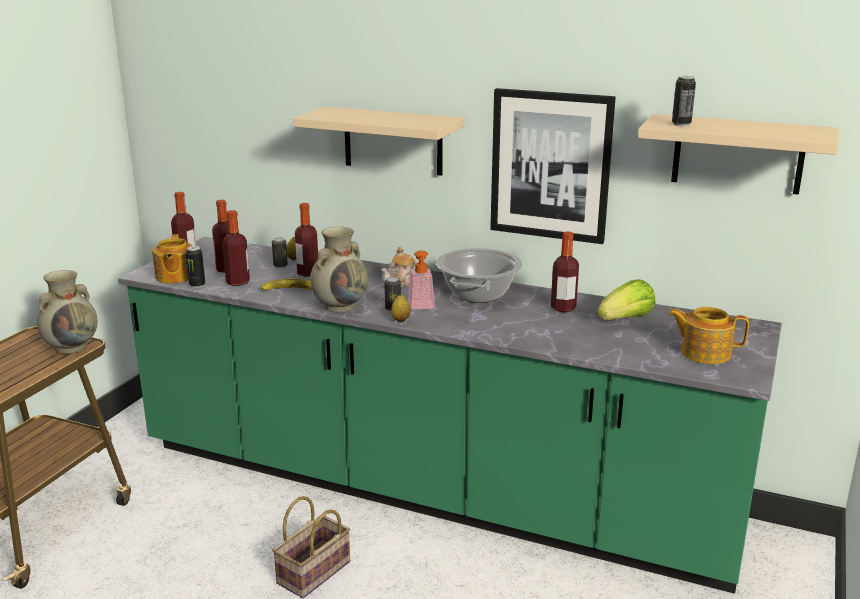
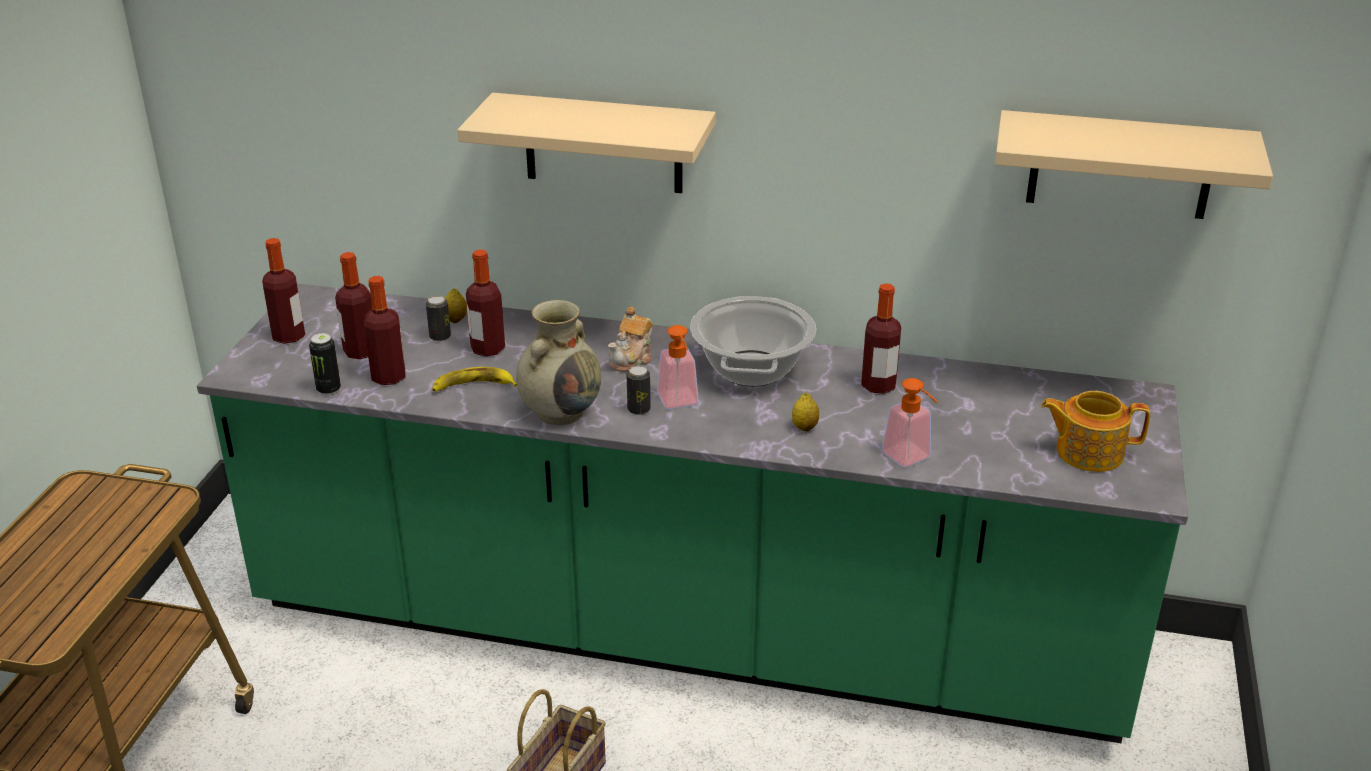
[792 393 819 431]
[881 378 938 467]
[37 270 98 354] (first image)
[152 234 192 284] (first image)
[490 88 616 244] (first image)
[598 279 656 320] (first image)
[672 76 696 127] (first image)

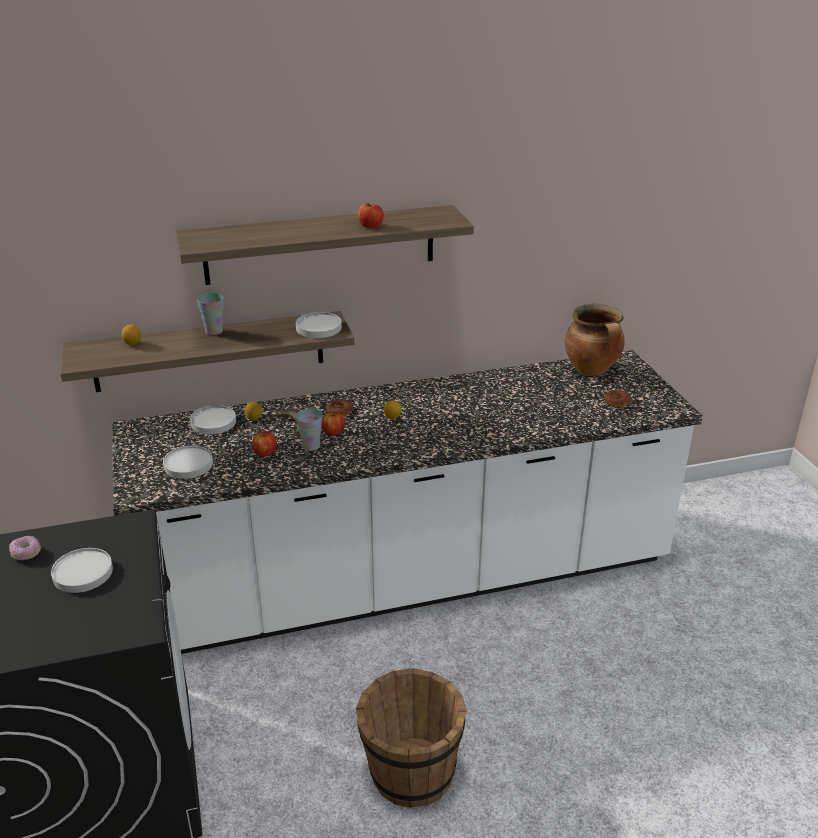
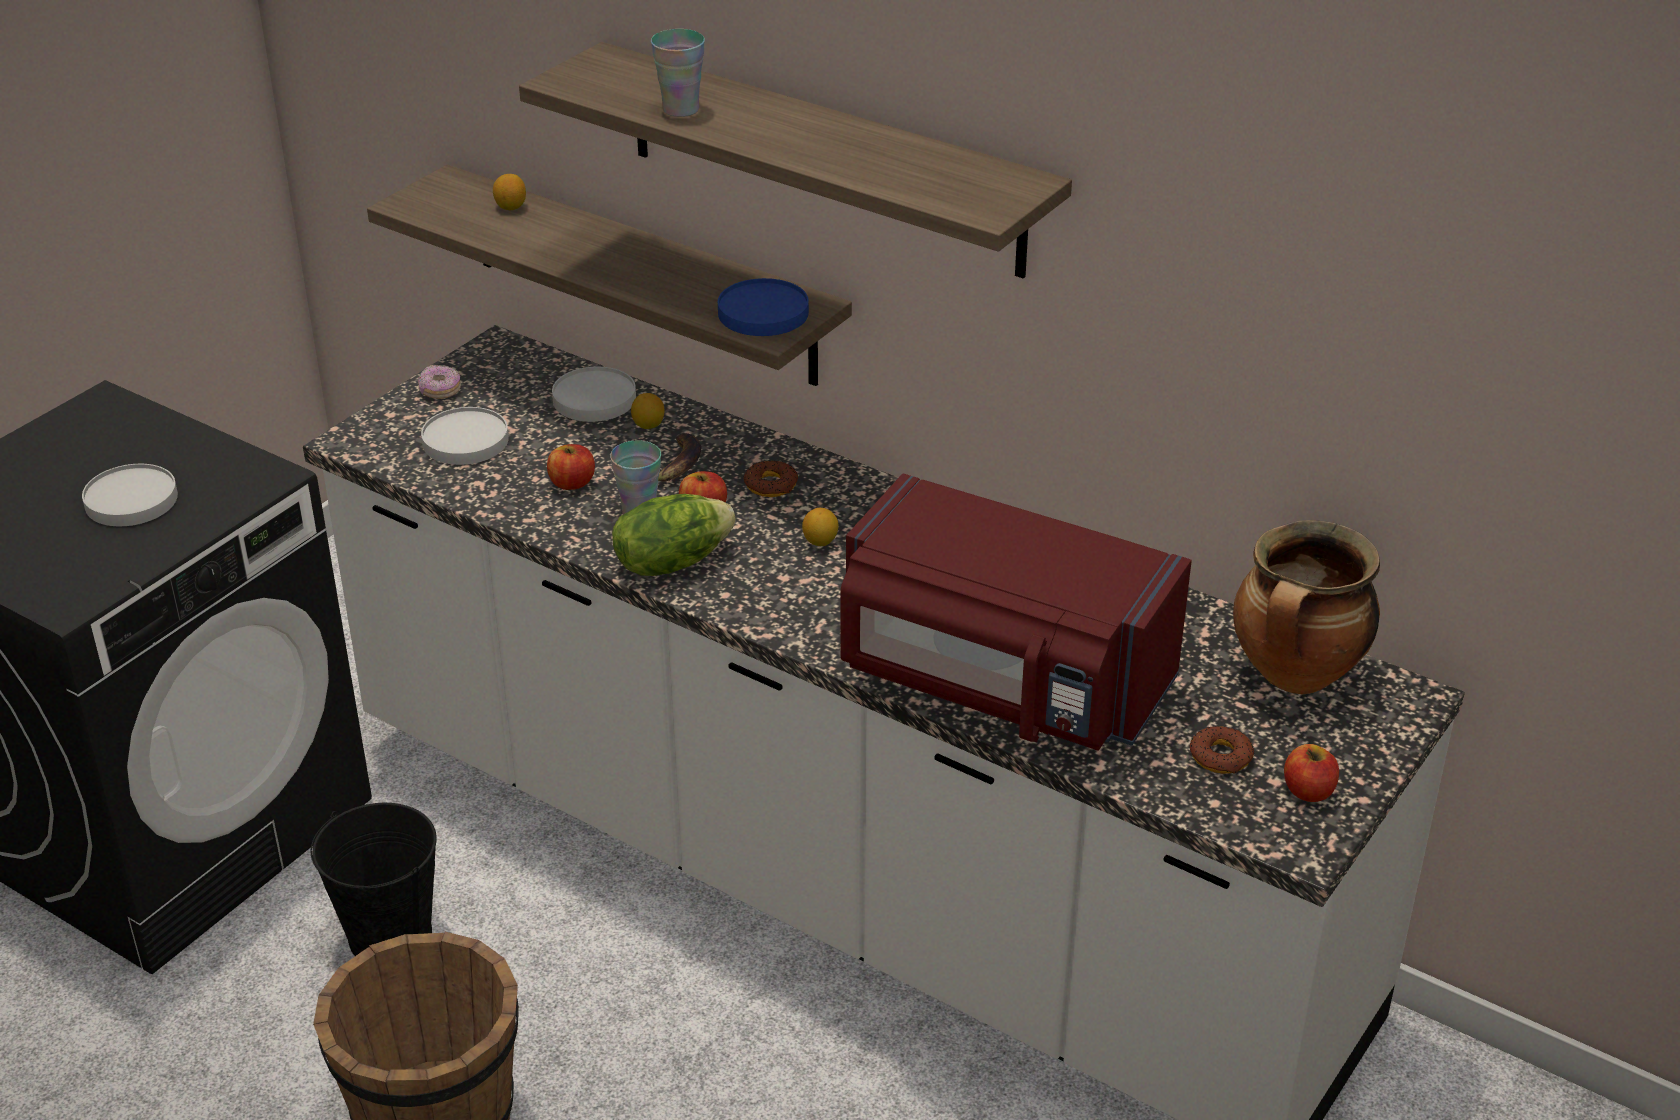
[311 803 437 956]
[418 365 461 399]
[612 494 736 576]
[651 29 705 117]
[718 278 809 336]
[840 474 1192 751]
[1284 744 1339 802]

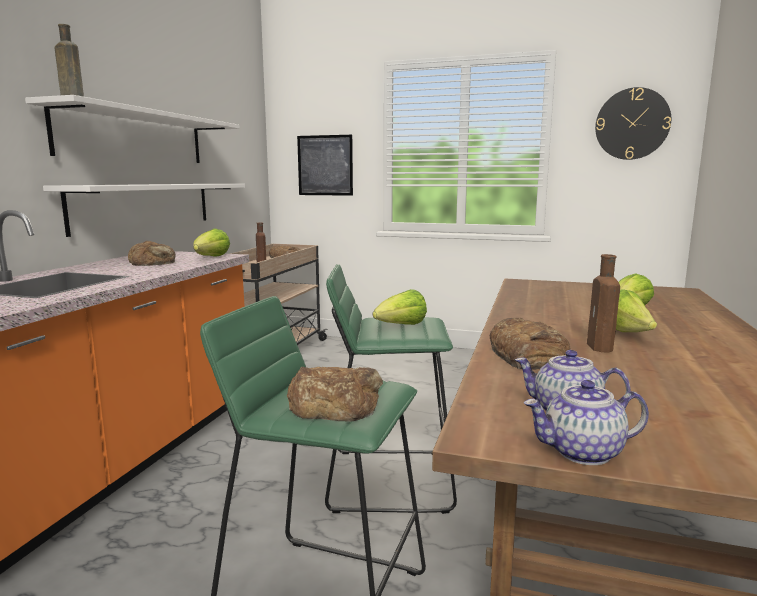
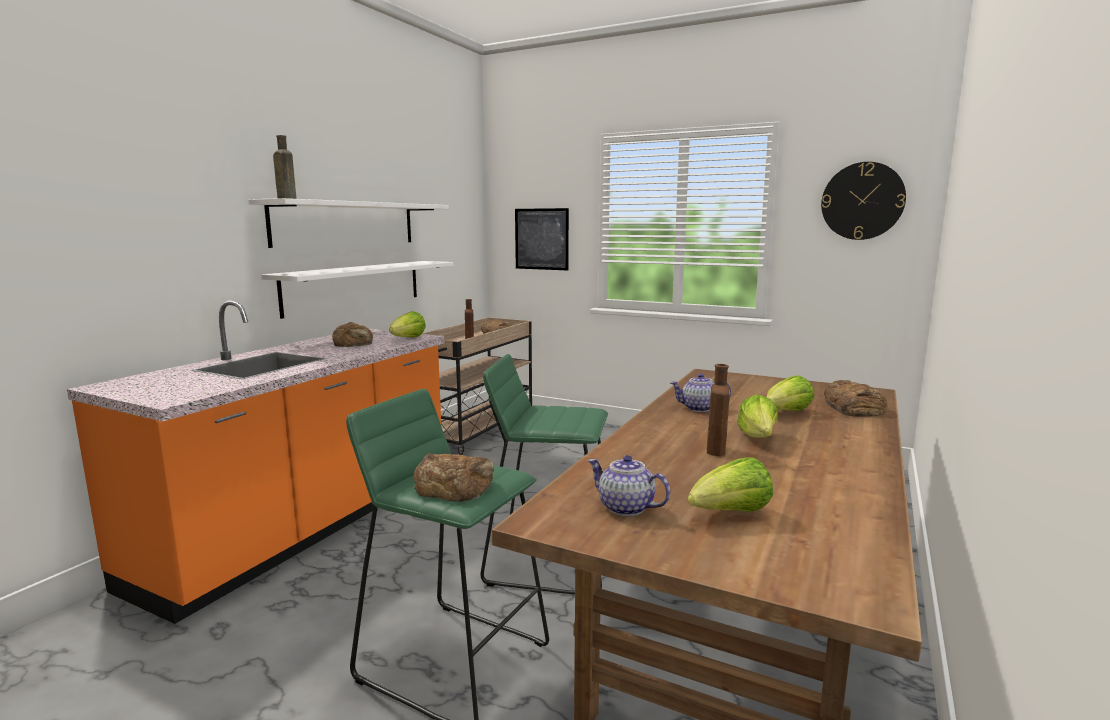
[670 373 732 412]
[688 457 773 512]
[824 380 888 417]

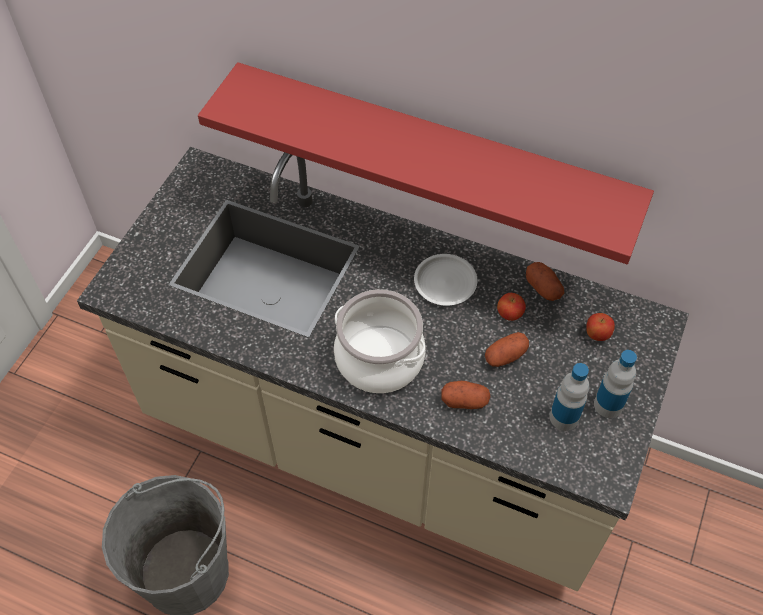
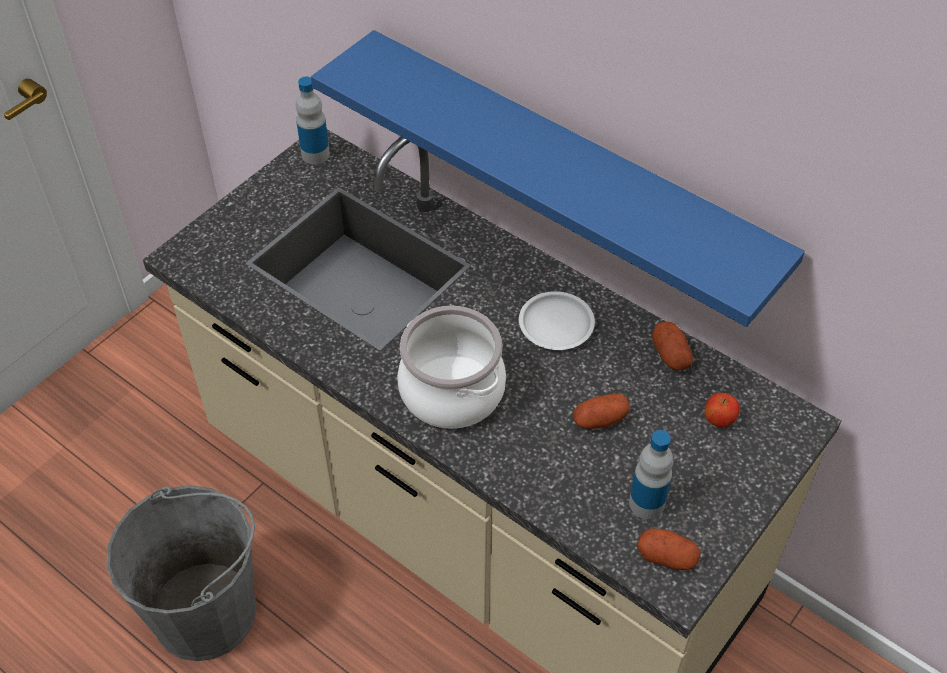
[296 76 330 164]
[311 30 805 327]
[637 528 700 570]
[497 293 526 321] (first image)

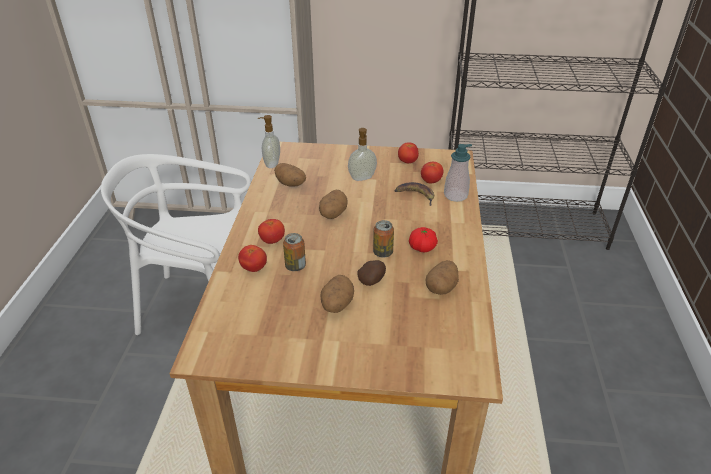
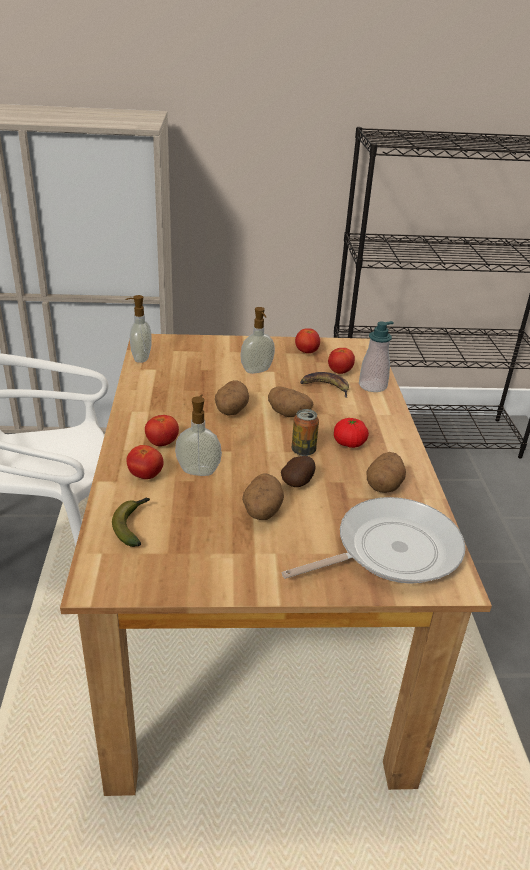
[112 498 150 547]
[175 395 222 476]
[268 386 314 417]
[282 497 465 584]

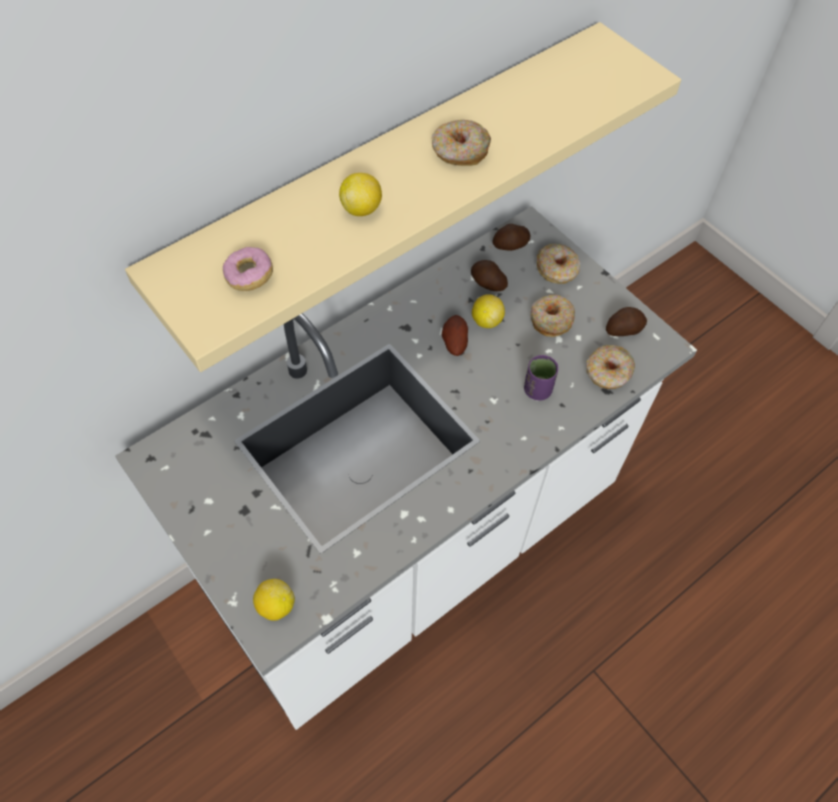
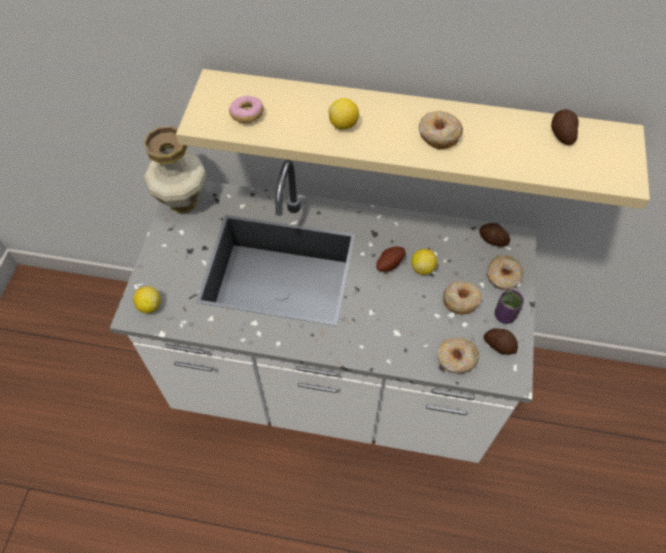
[144 126 207 213]
[495 289 524 324]
[551 109 579 145]

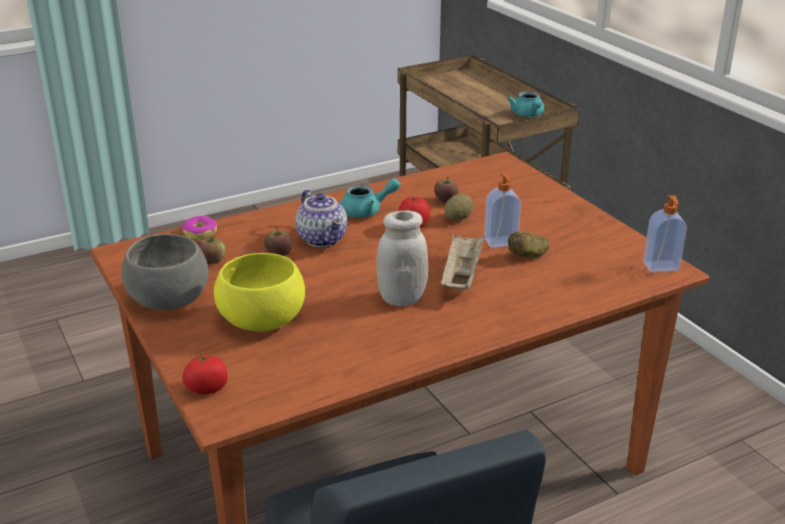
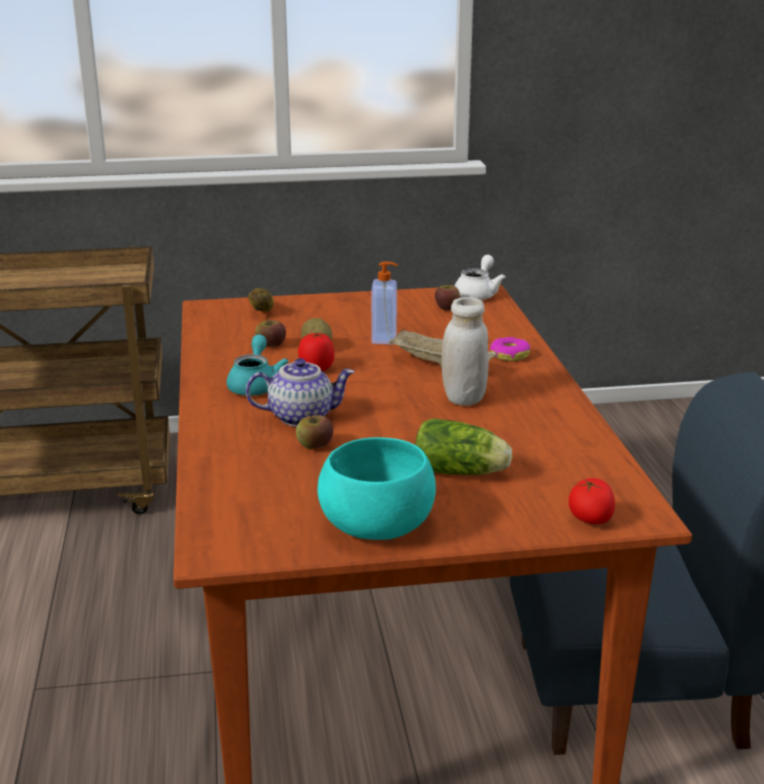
[249 288 274 312]
[318 437 436 540]
[415 418 512 475]
[435 282 460 311]
[455 255 505 300]
[490 337 530 361]
[507 91 544 117] (first image)

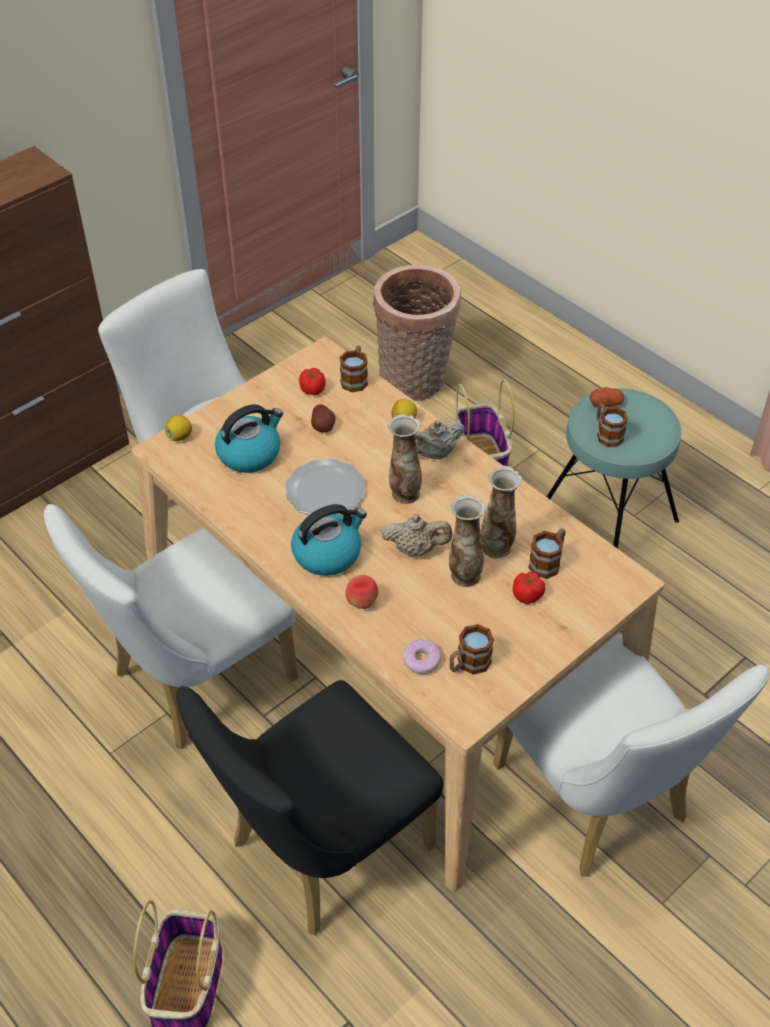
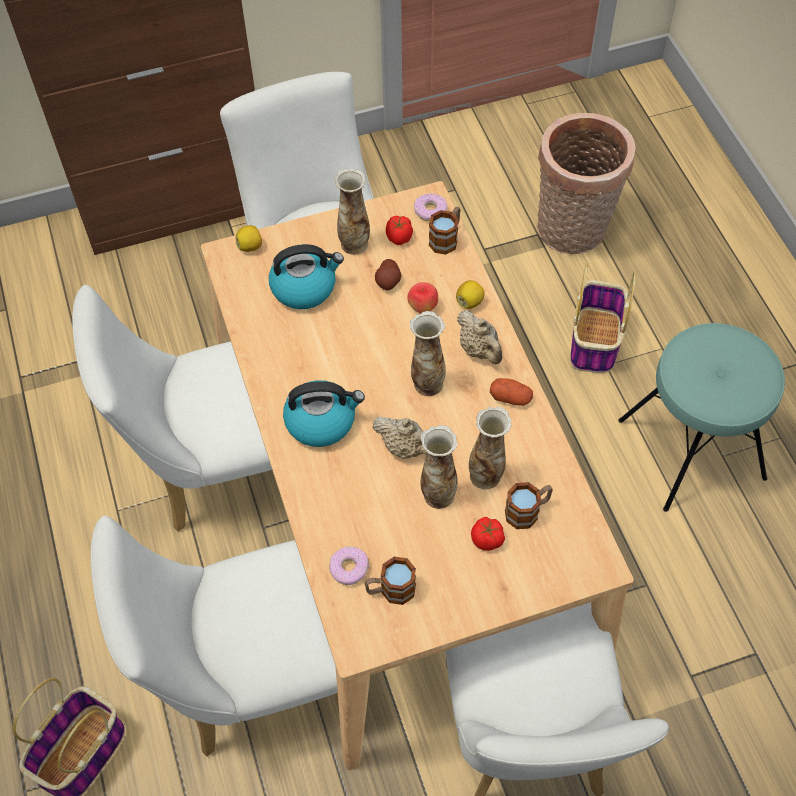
[91 516 339 757]
[335 169 370 255]
[407 282 438 314]
[414 193 448 221]
[457 310 502 364]
[490 378 533 406]
[285 459 366 516] (first image)
[597 403 628 447] (first image)

